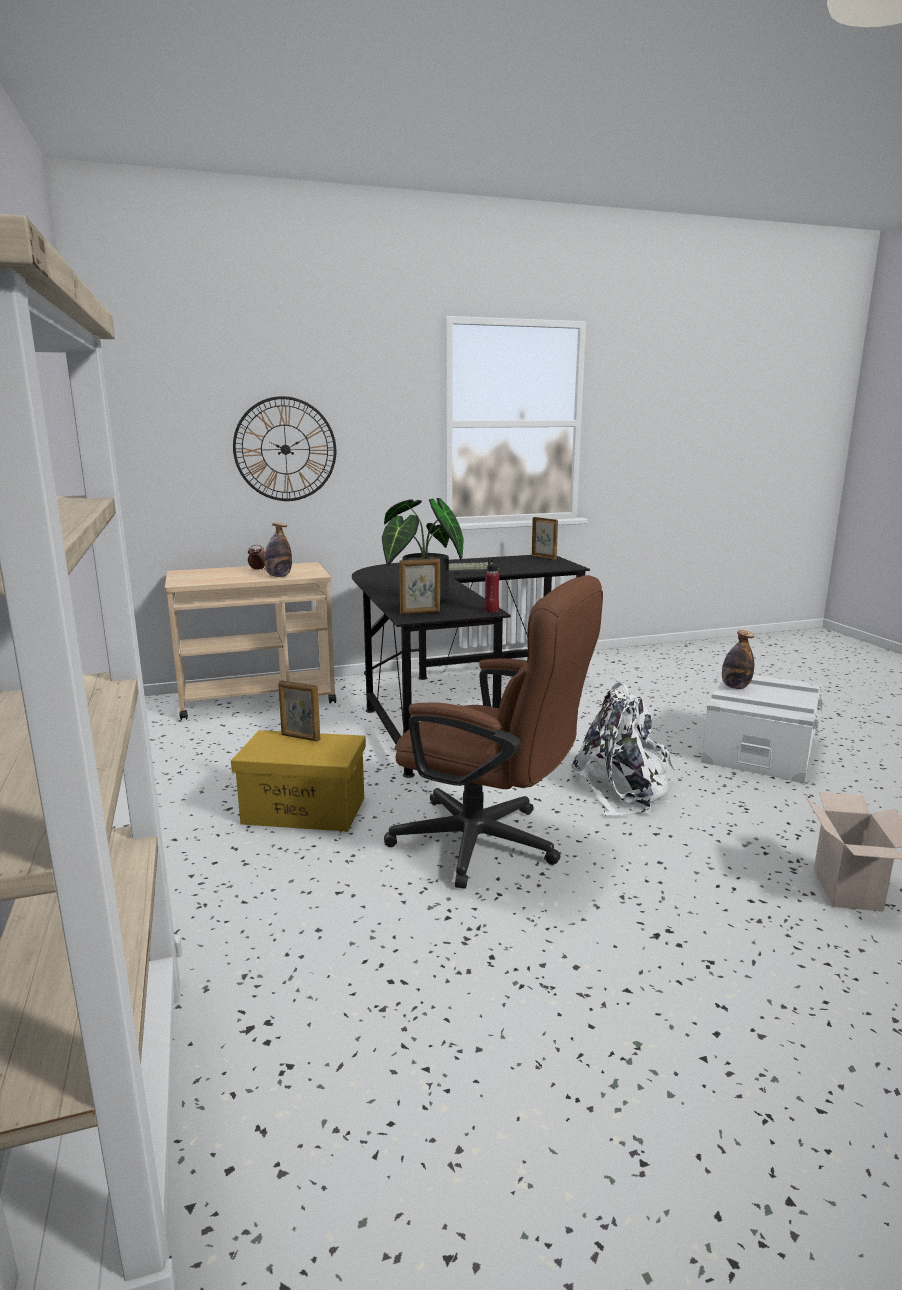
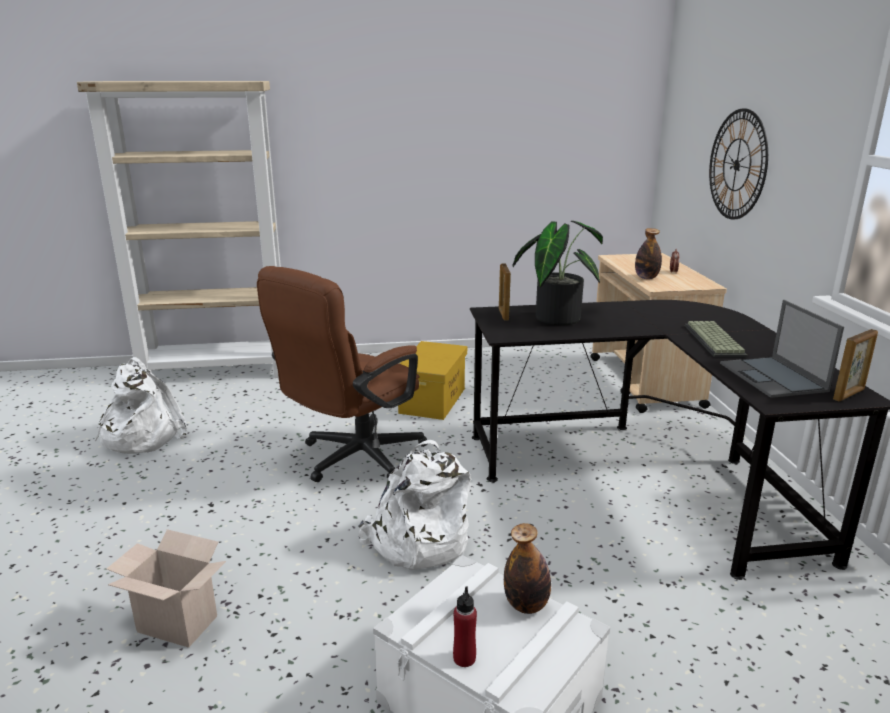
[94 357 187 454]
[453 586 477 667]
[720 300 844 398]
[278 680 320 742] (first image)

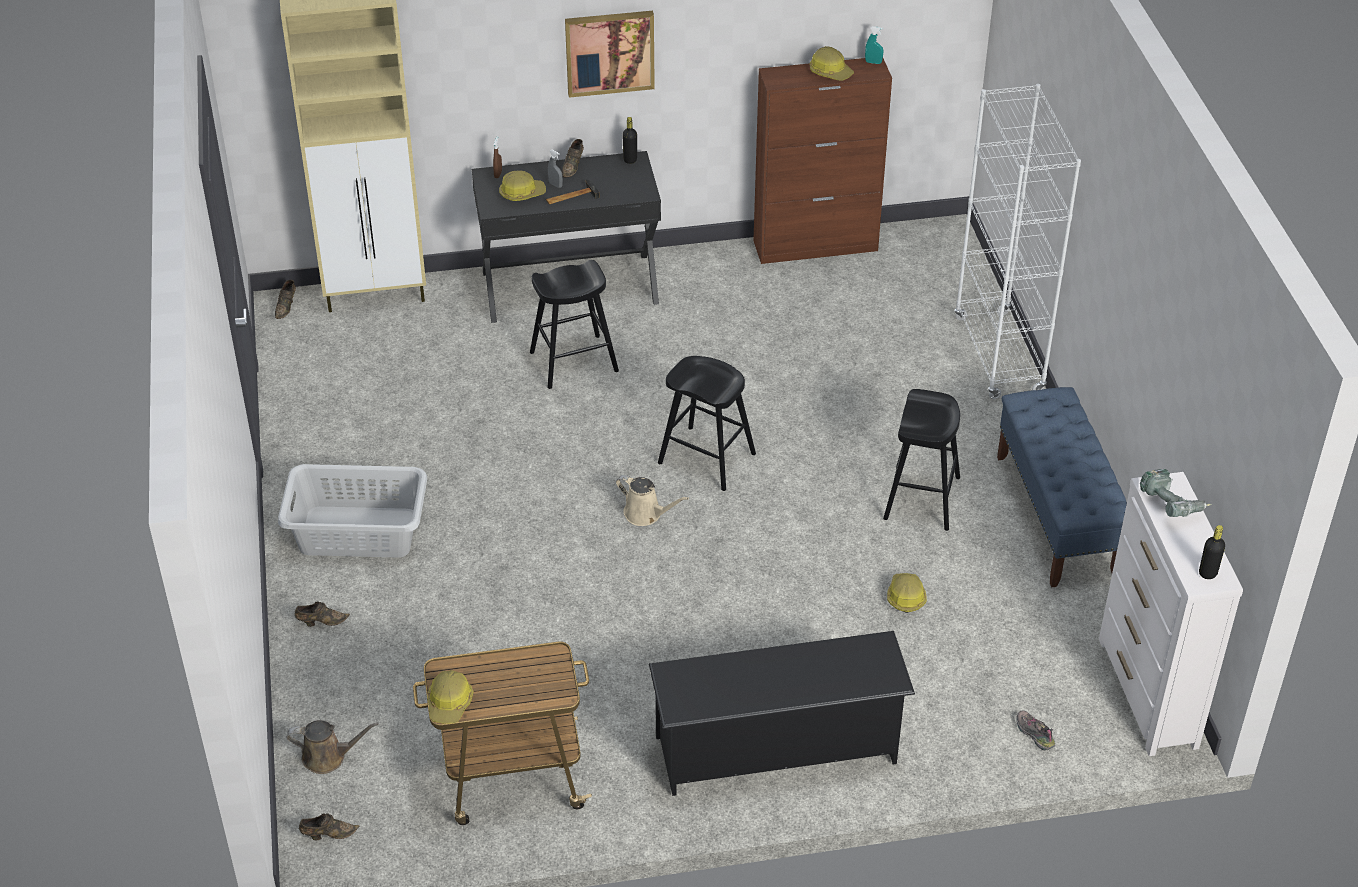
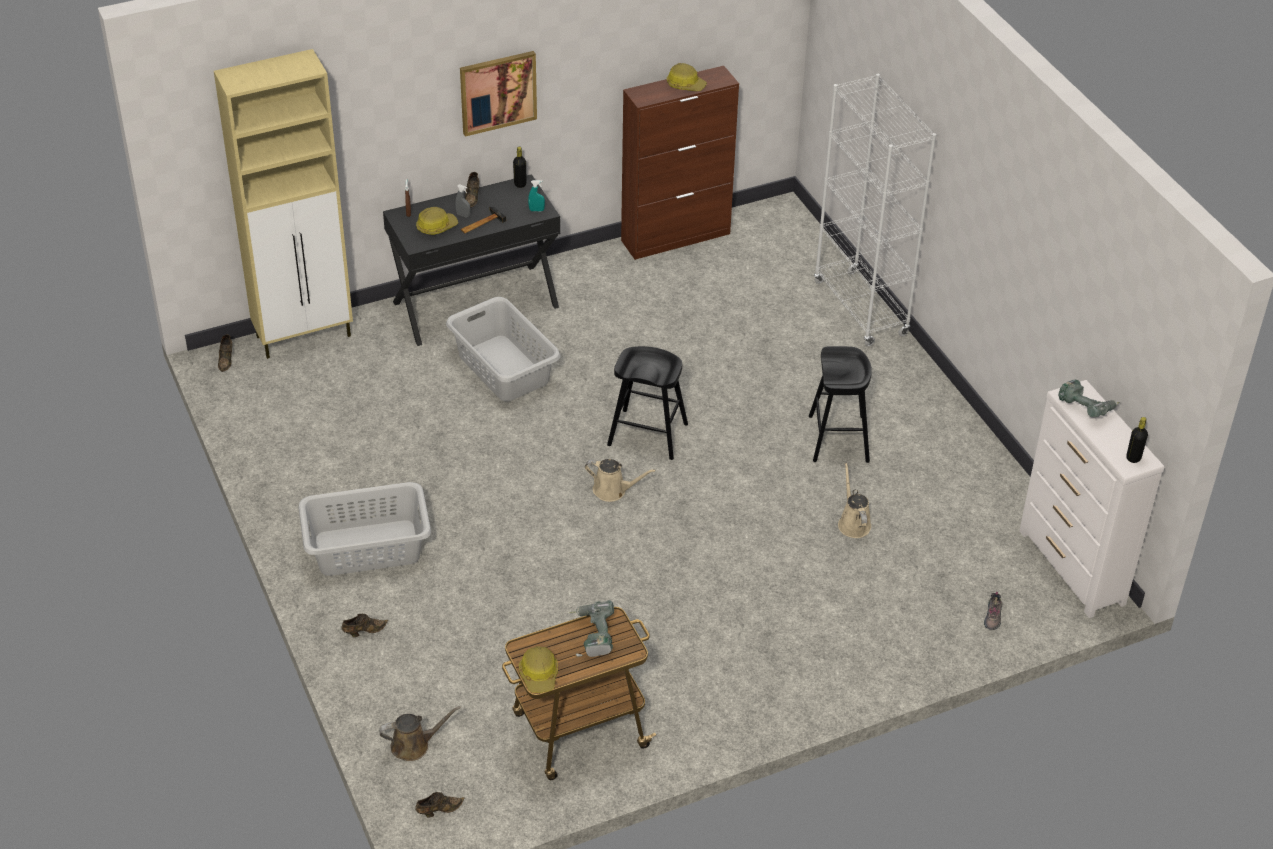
[446 297 560 401]
[528 180 545 211]
[568 600 614 657]
[838 462 871 538]
[984 592 1002 630]
[649 631 915 796] (first image)
[997 387 1127 588] (first image)

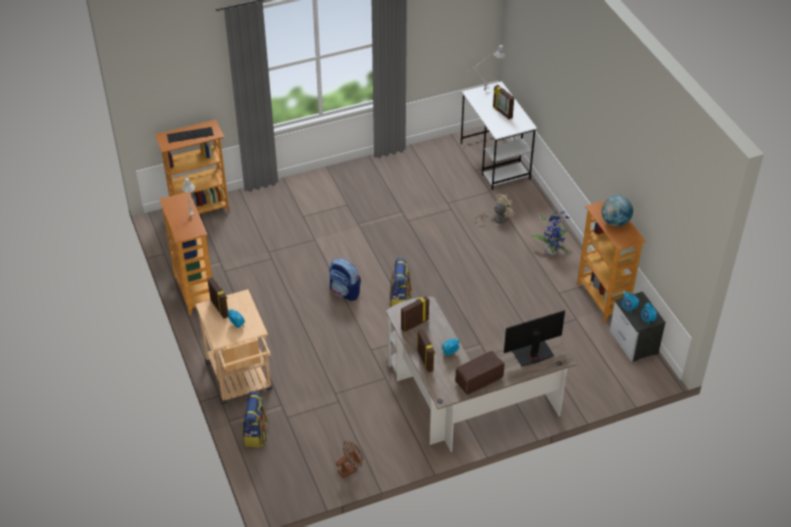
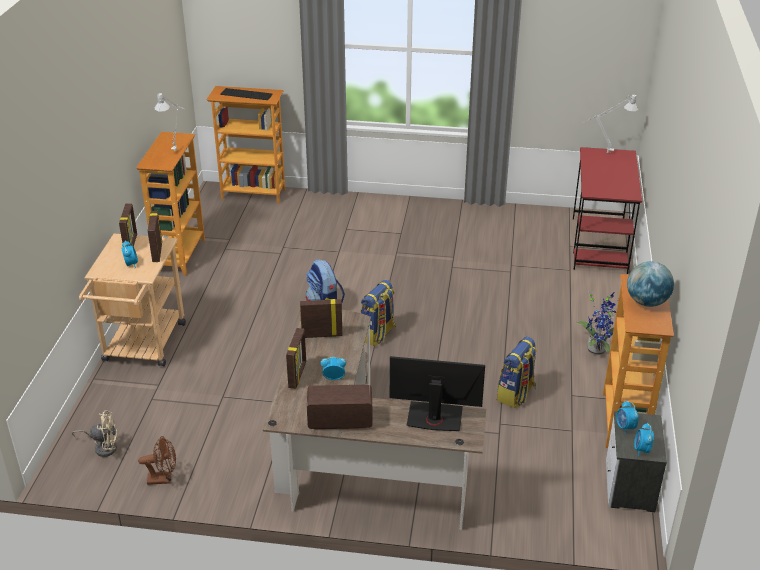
[72 410 117 457]
[148 211 162 262]
[497 337 537 408]
[573 147 642 274]

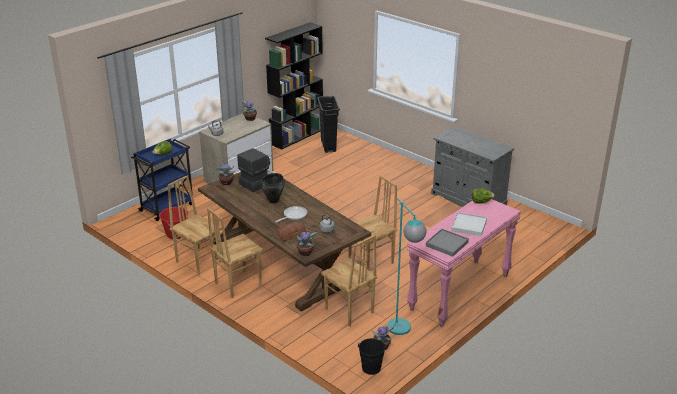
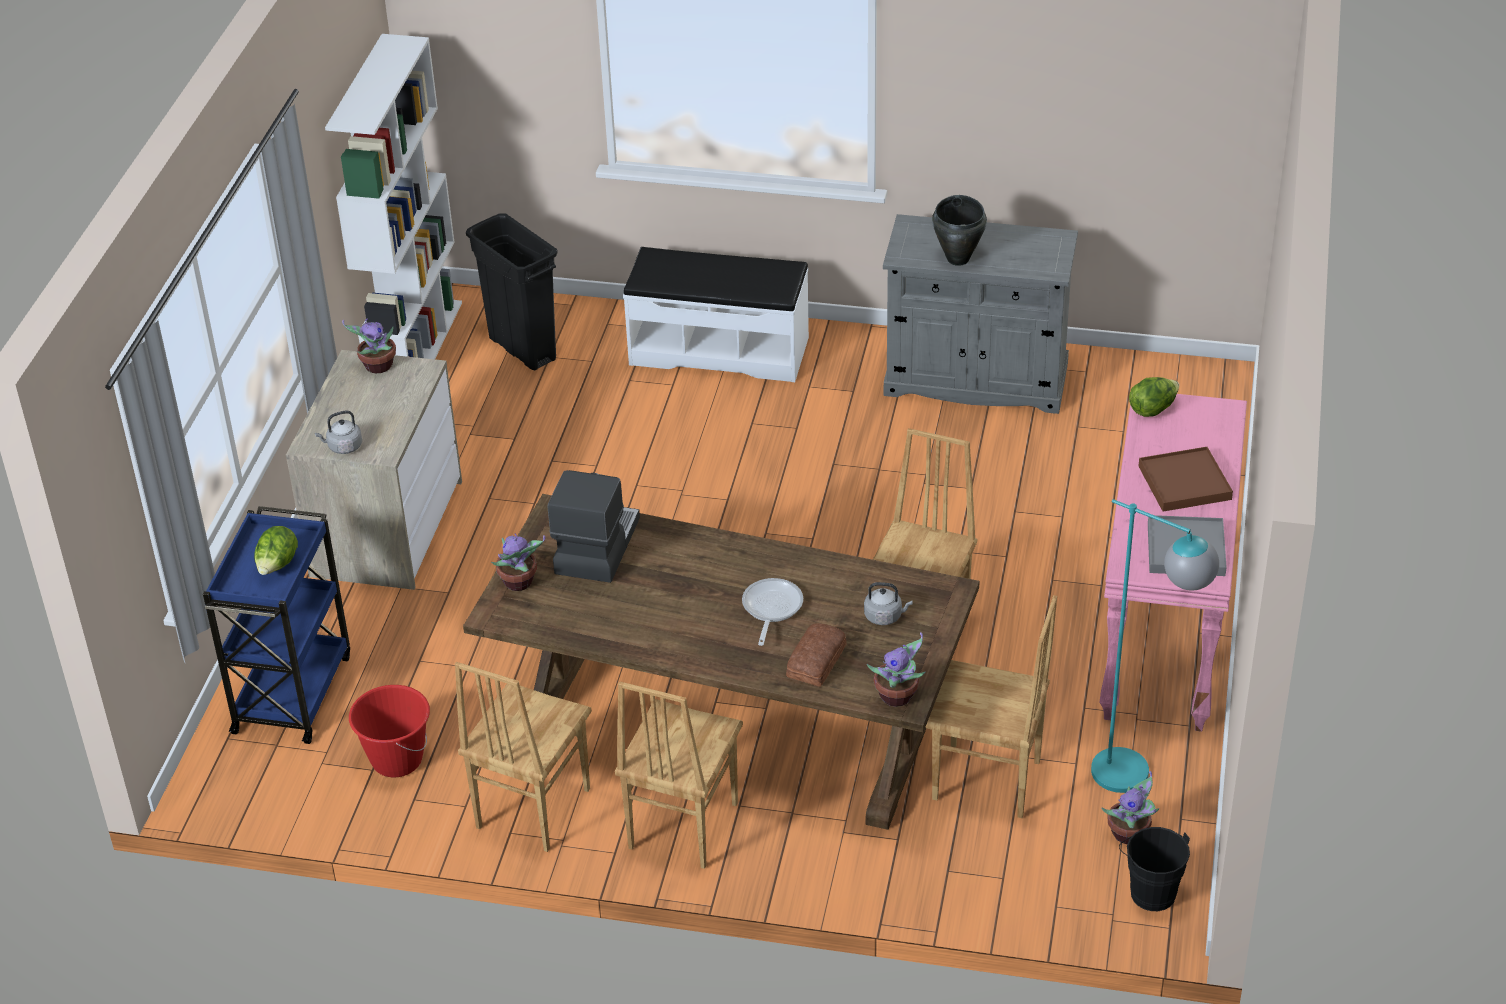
[325 34 462 359]
[455 662 592 852]
[623 247 809 382]
[932 195 987 266]
[1139 447 1233 512]

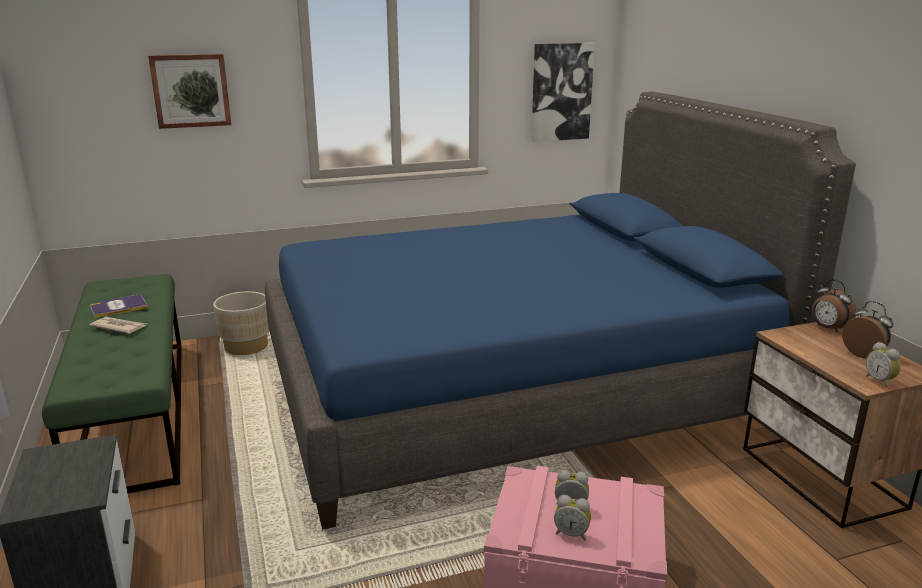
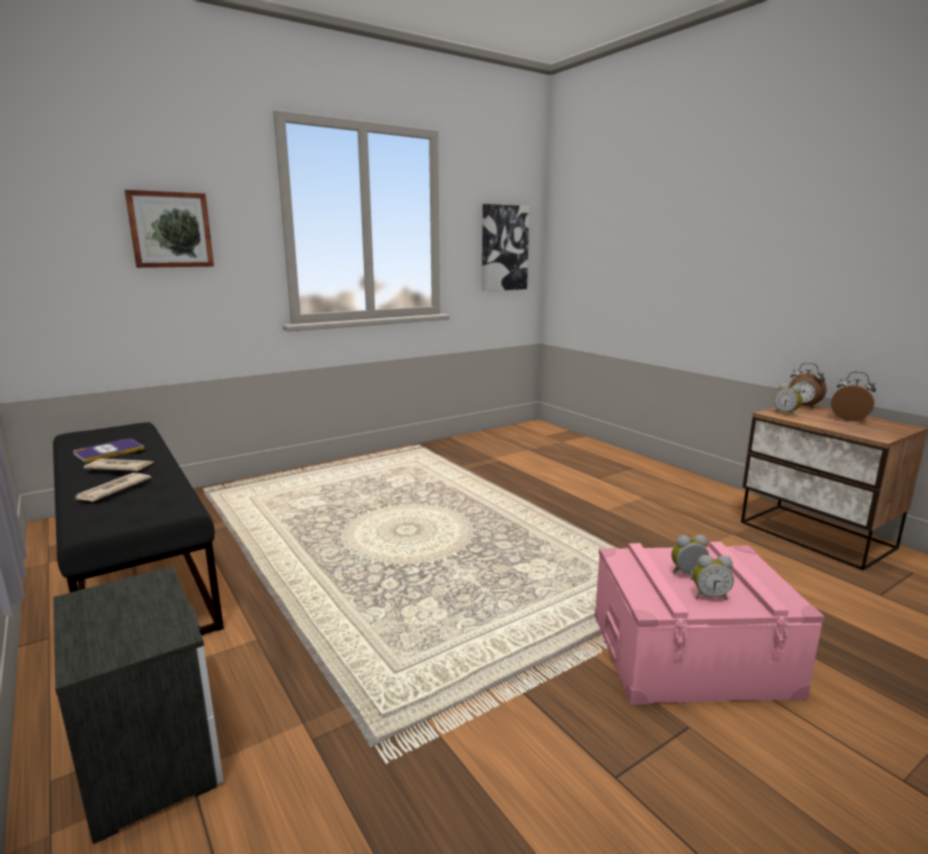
[53 422 224 635]
[74 473 151 501]
[774 383 802 416]
[213 291 269 355] (first image)
[265 92 856 530] (first image)

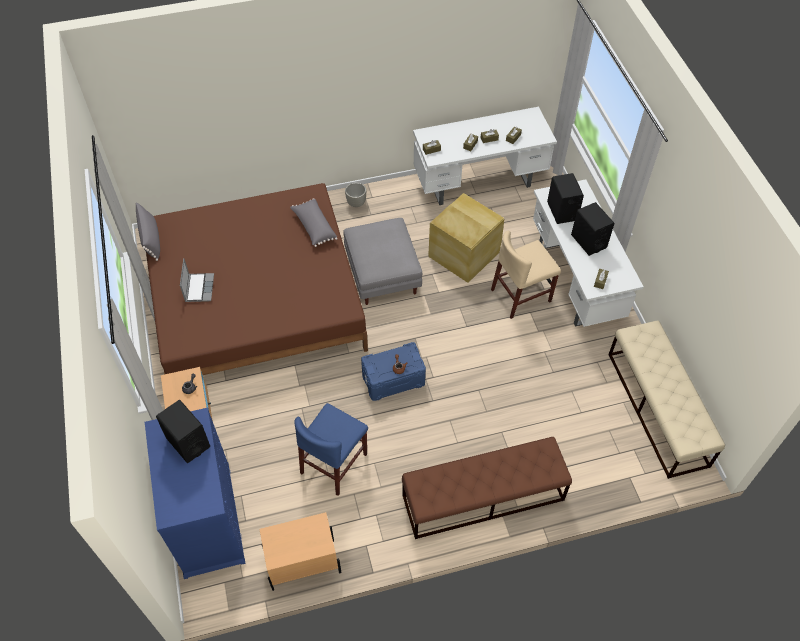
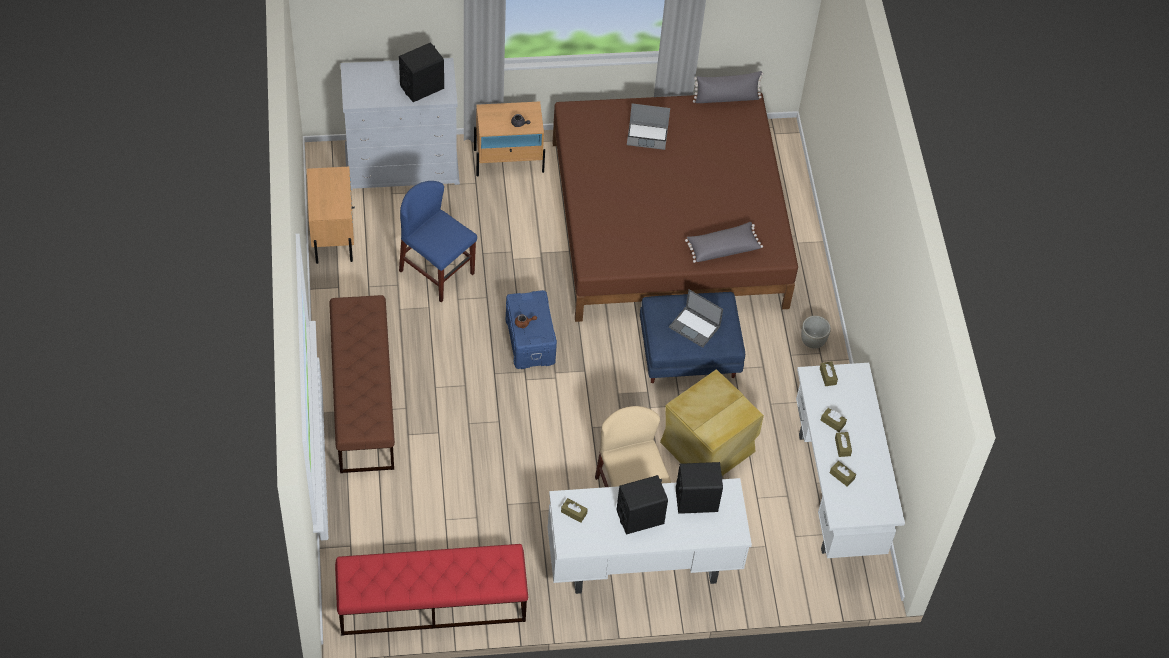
[335 544 528 636]
[341 58 460 190]
[640 292 745 383]
[669 289 723 348]

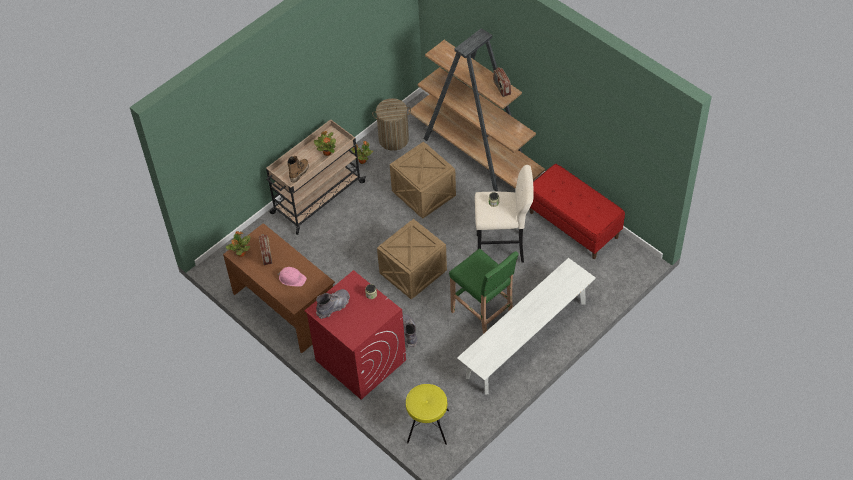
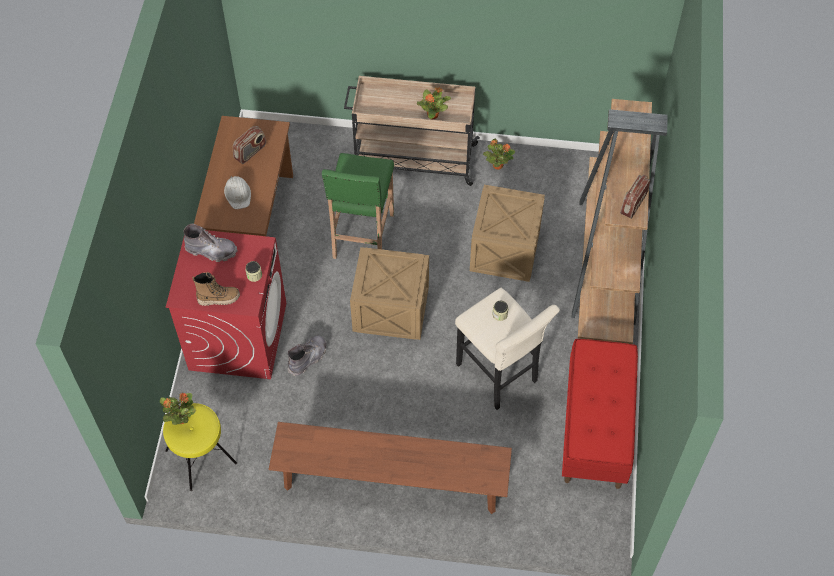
[160 393 196 425]
[192 272 240 306]
[224 176 251 209]
[269 422 512 514]
[322 153 394 259]
[372 98 411 151] (first image)

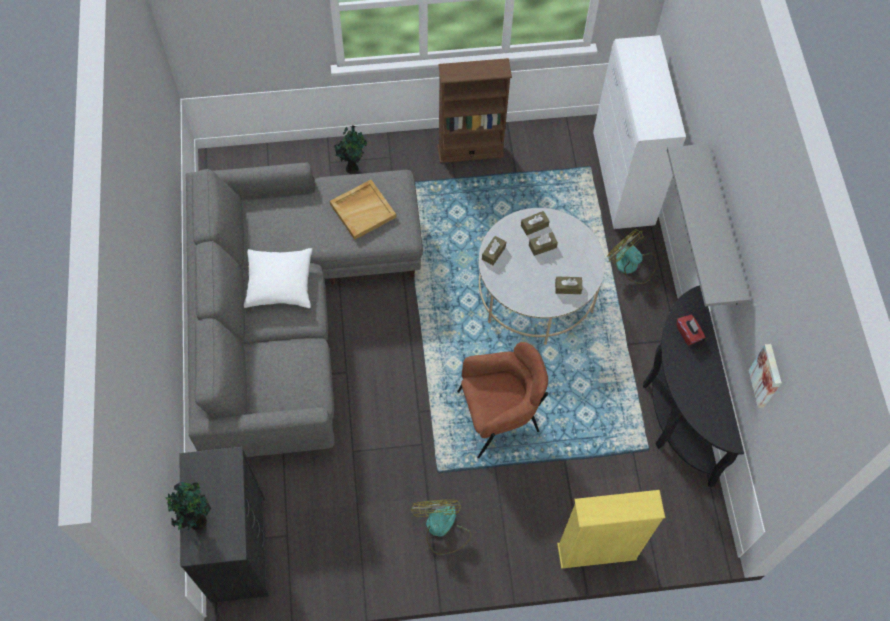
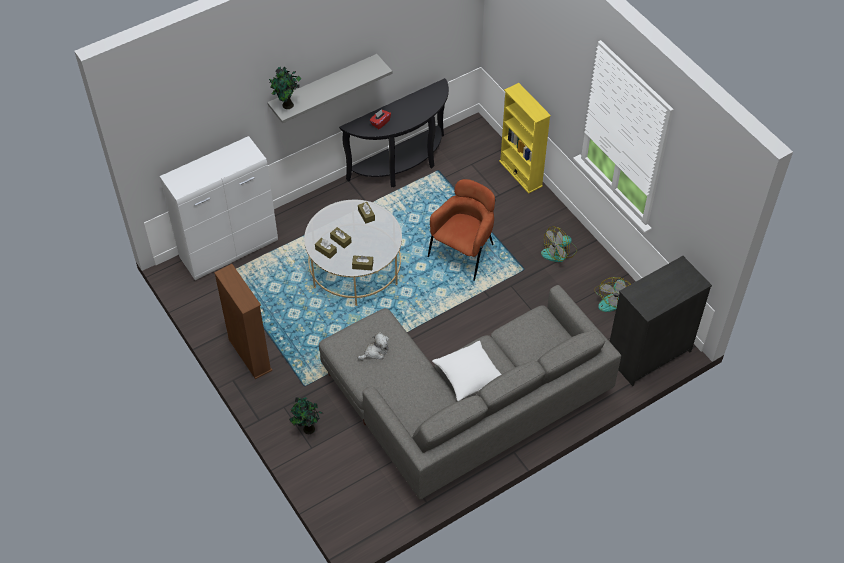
[269 67 301 109]
[358 332 389 360]
[427 179 496 281]
[594 277 630 312]
[748 344 782 408] (first image)

